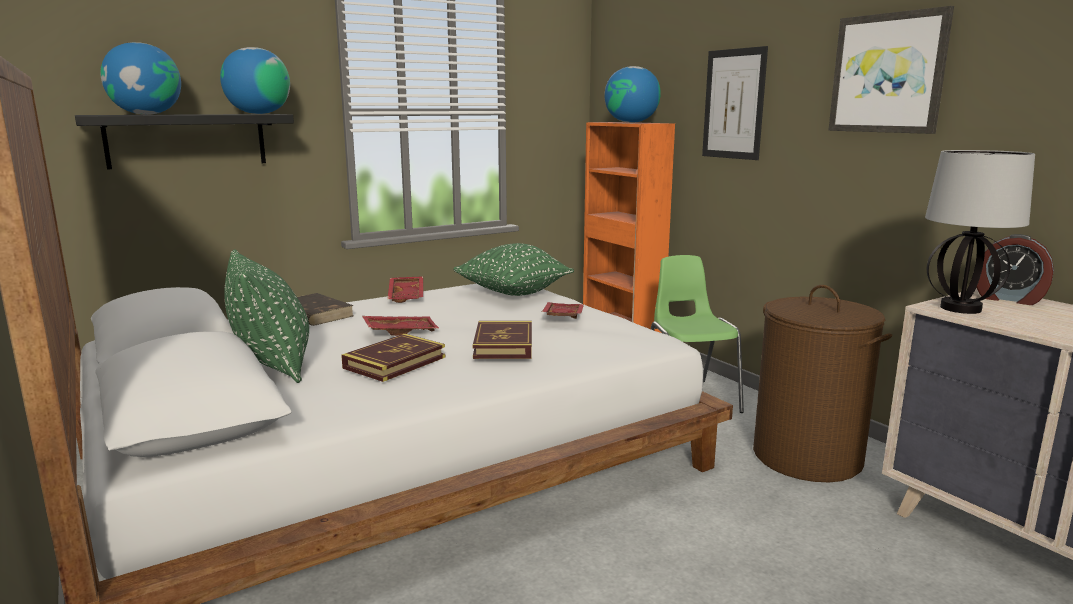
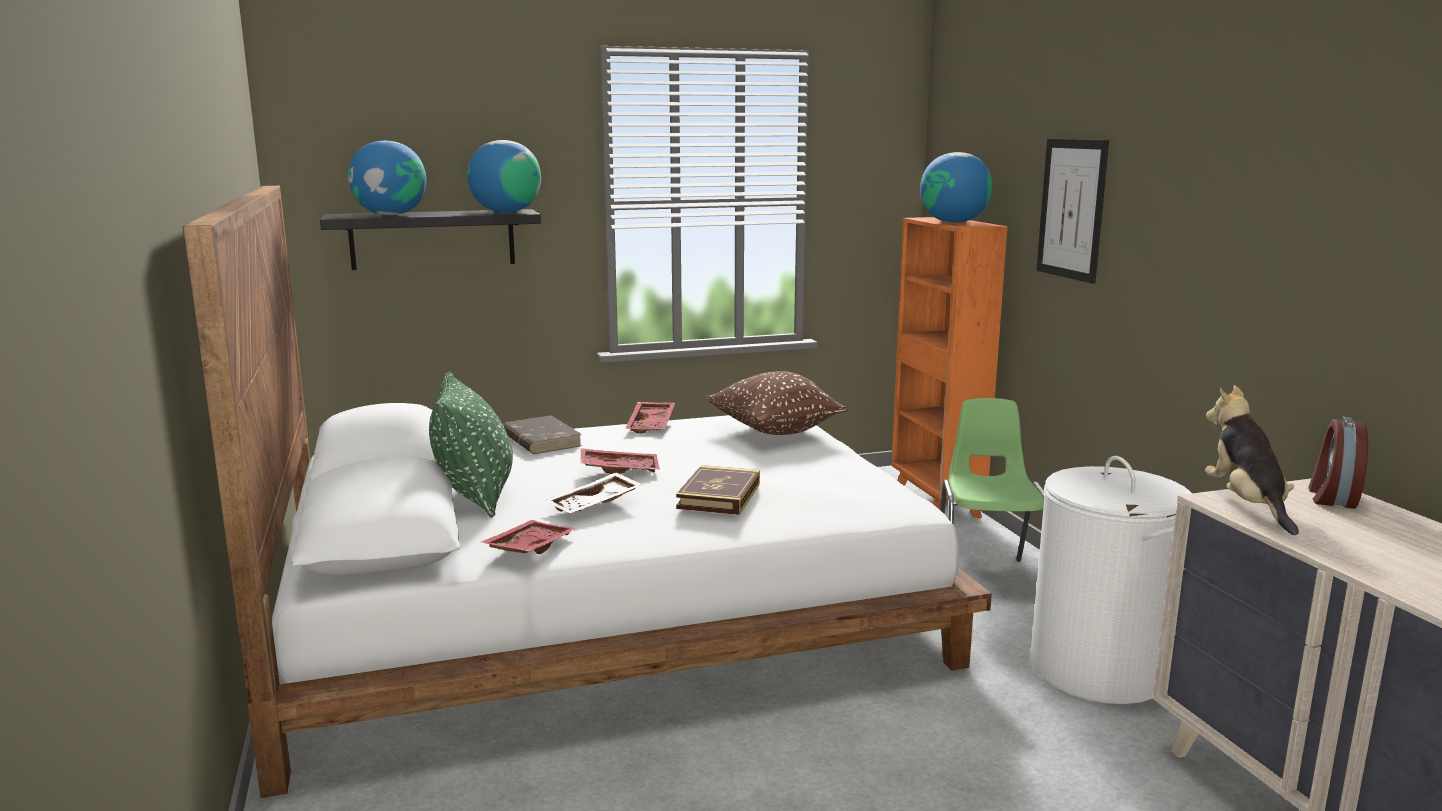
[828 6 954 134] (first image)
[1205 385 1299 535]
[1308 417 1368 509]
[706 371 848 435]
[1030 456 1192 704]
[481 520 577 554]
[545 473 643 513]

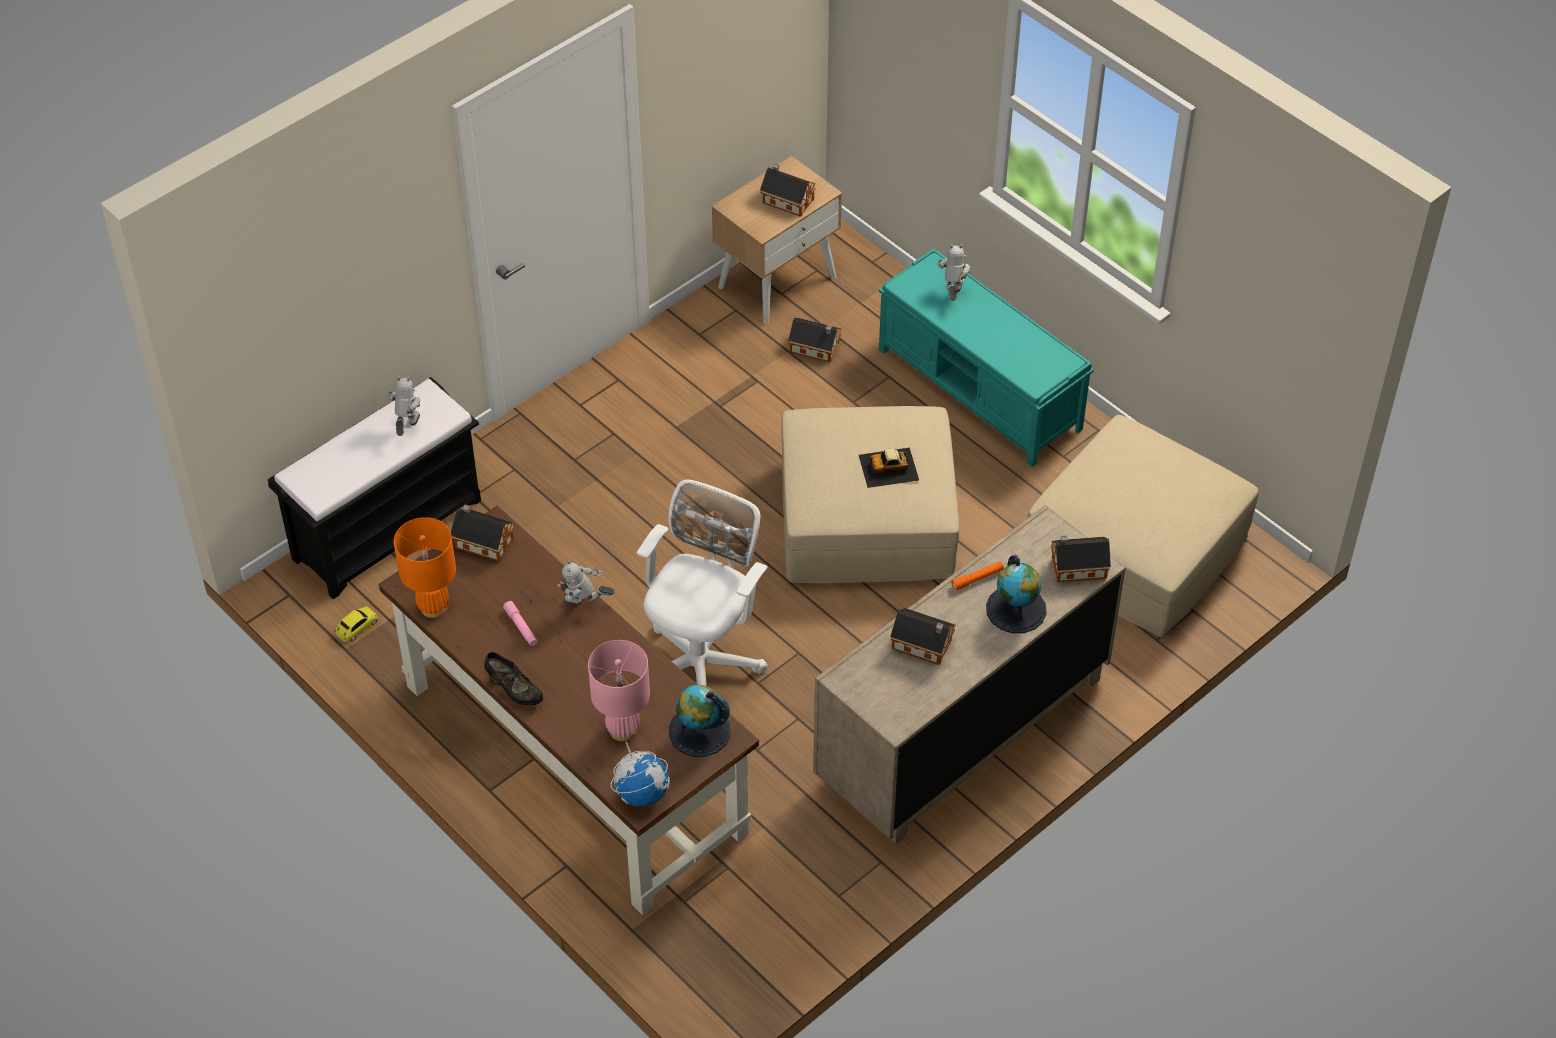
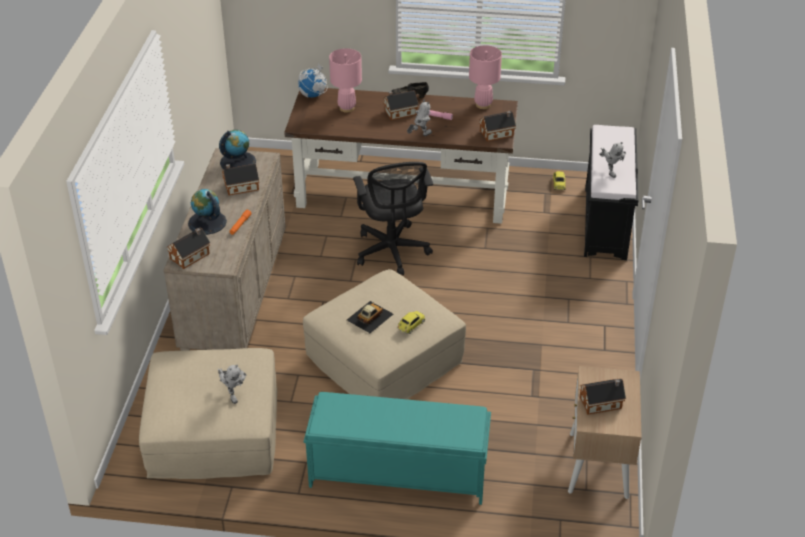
[218 365 247 404]
[383 90 419 120]
[353 162 433 275]
[469 45 502 109]
[219 130 256 169]
[397 311 425 334]

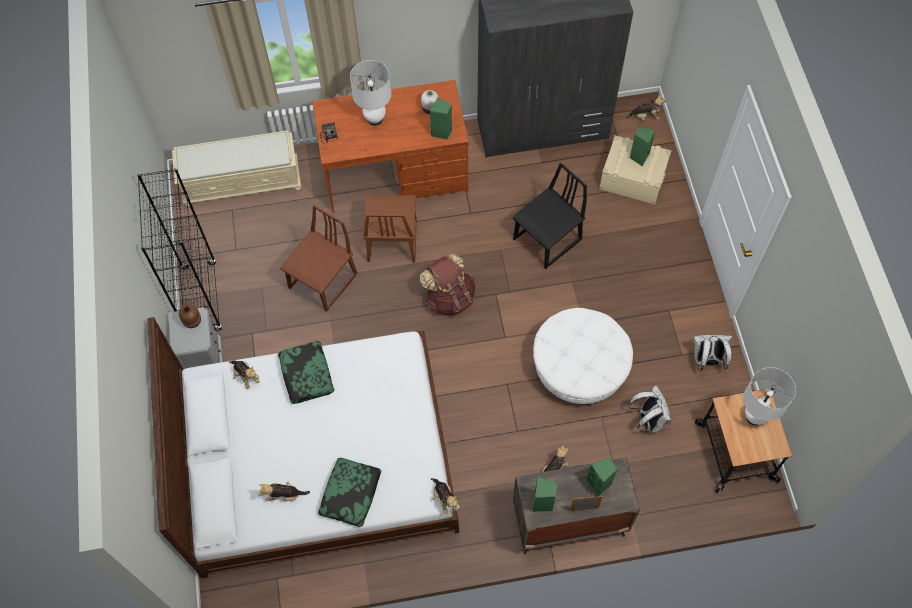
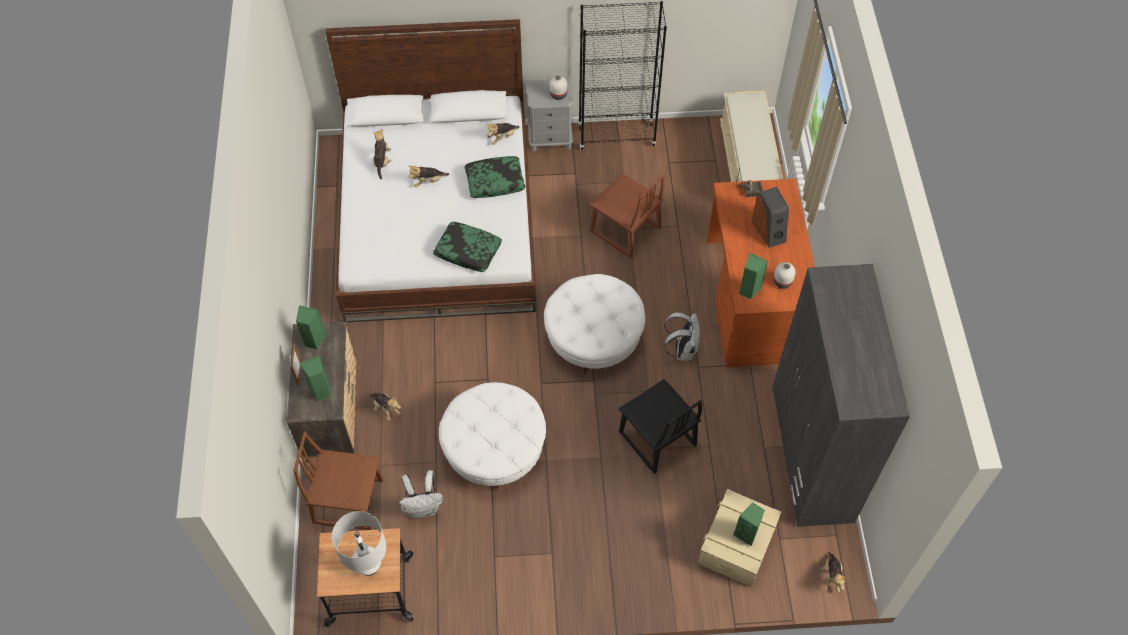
[751 187 789 248]
[293 432 383 530]
[544 274 645 374]
[550 75 567 100]
[663 312 700 361]
[433 222 502 272]
[408 166 449 187]

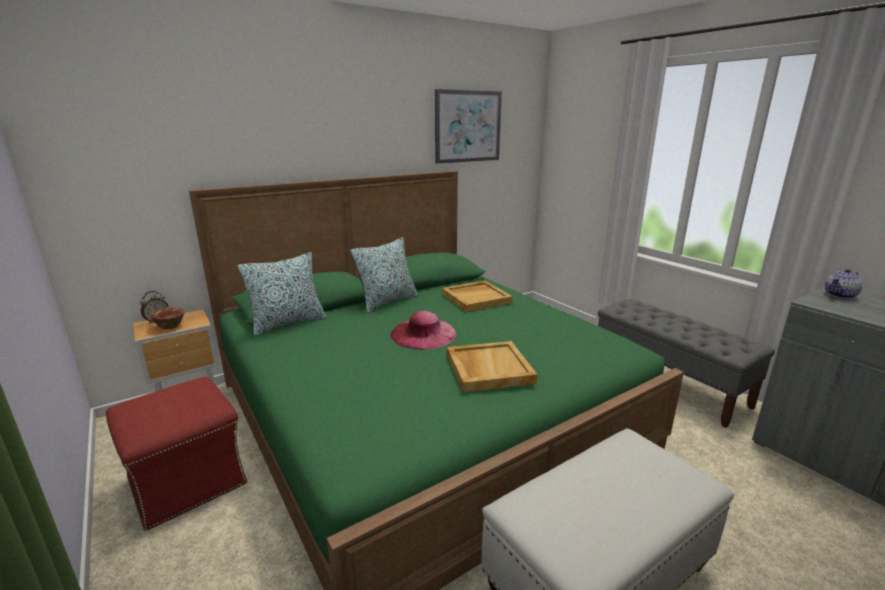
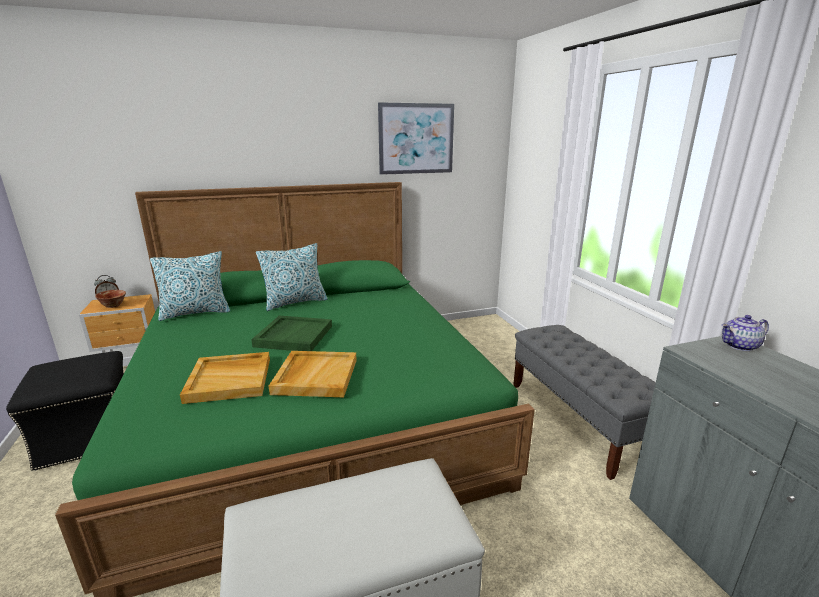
[180 352 270 404]
[251 316 332 351]
[6 351 124 471]

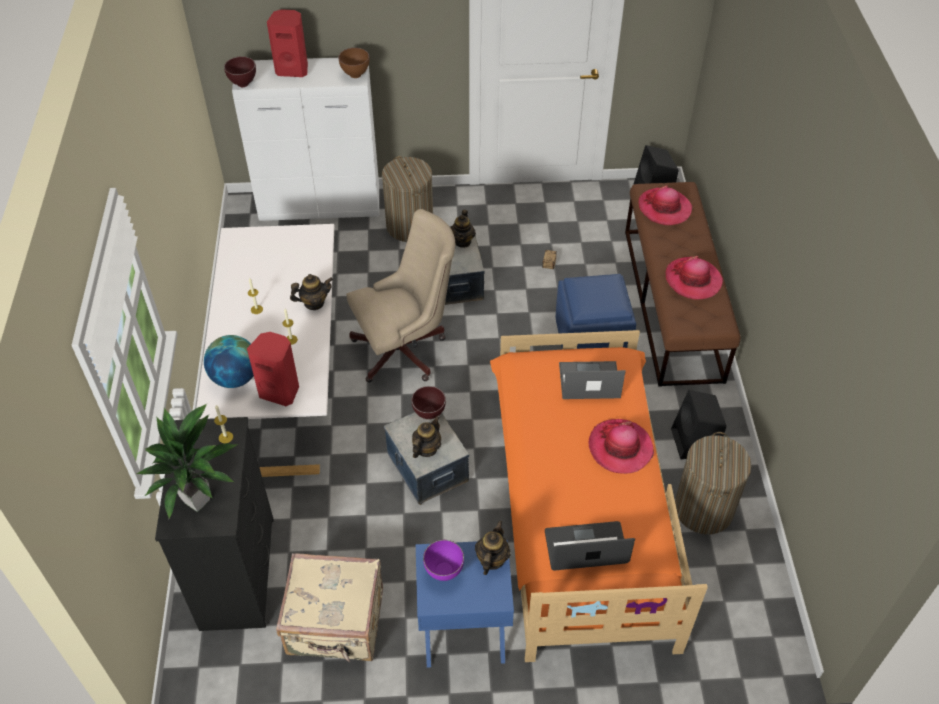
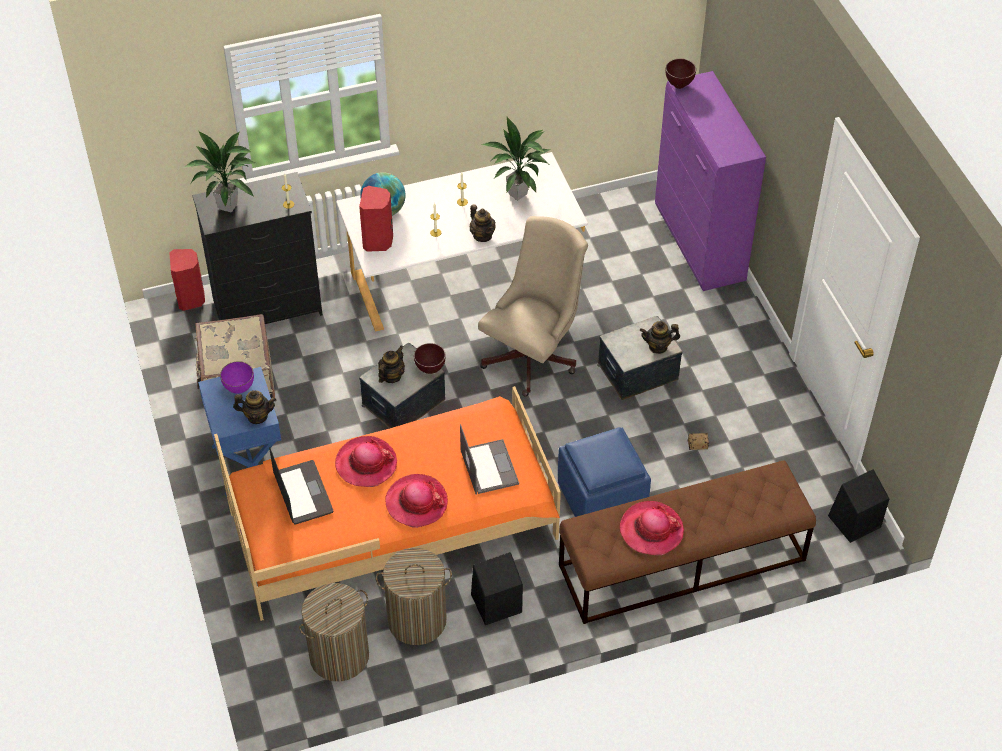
[169 249 205 311]
[338 48 370 78] (first image)
[655 71 766 291]
[299 583 369 681]
[335 436 397 487]
[478 216 588 397]
[378 346 405 383]
[481 117 551 200]

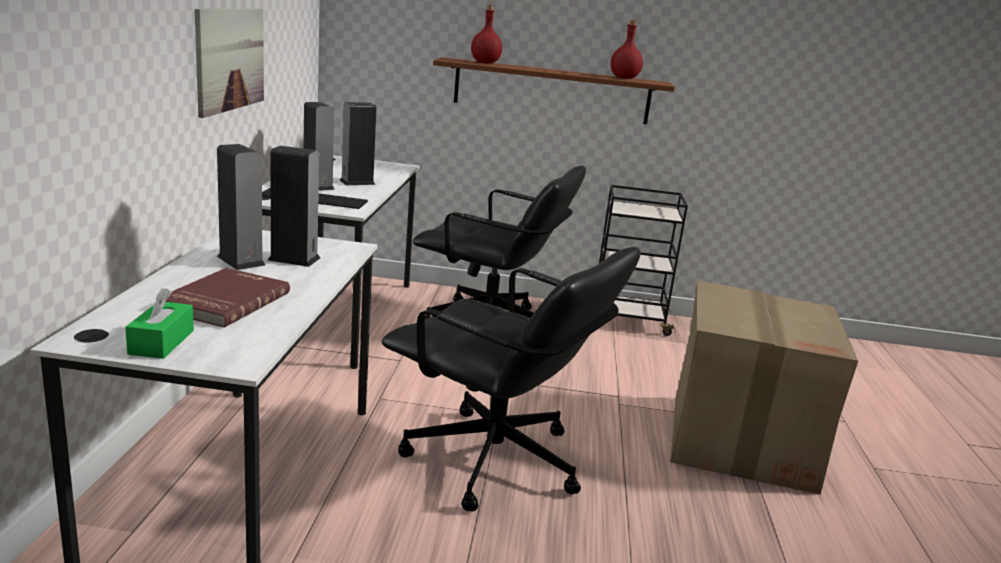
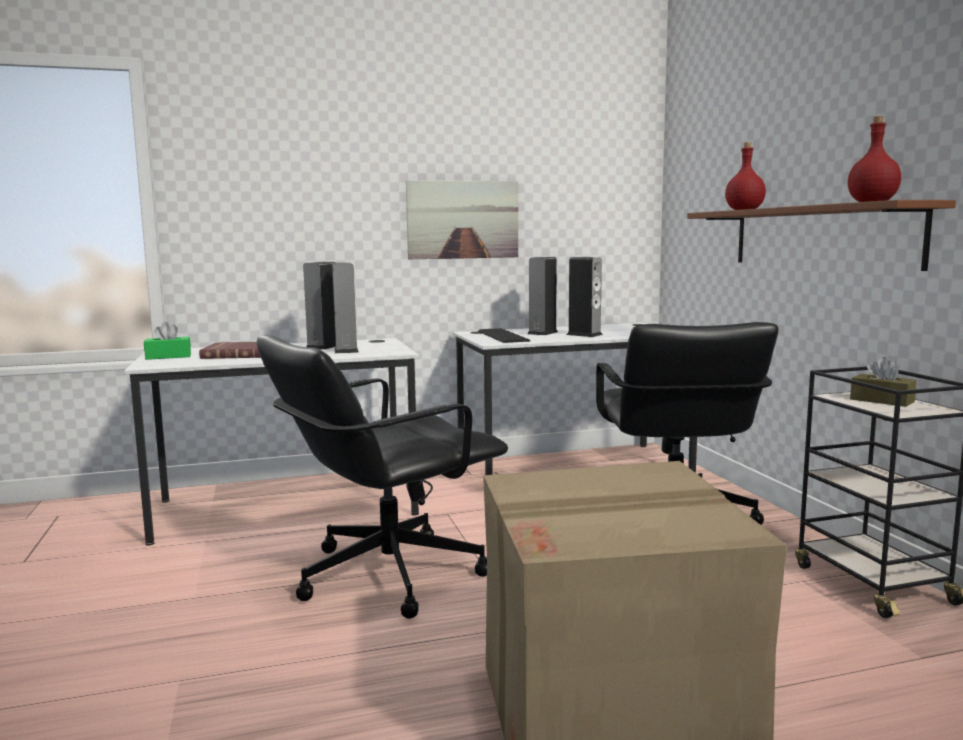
[257 335 508 619]
[850 357 917 407]

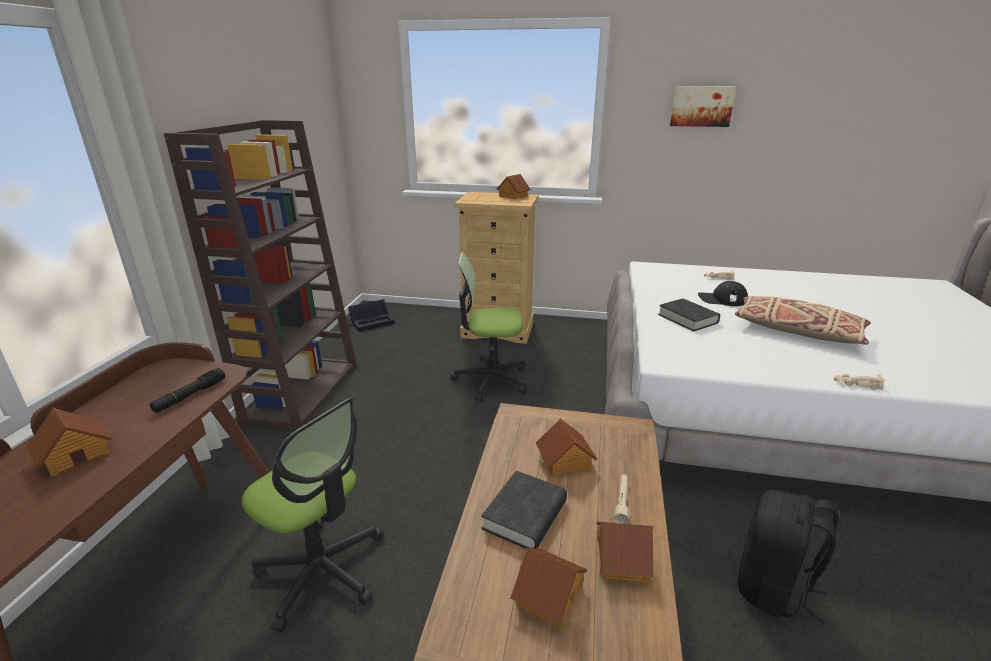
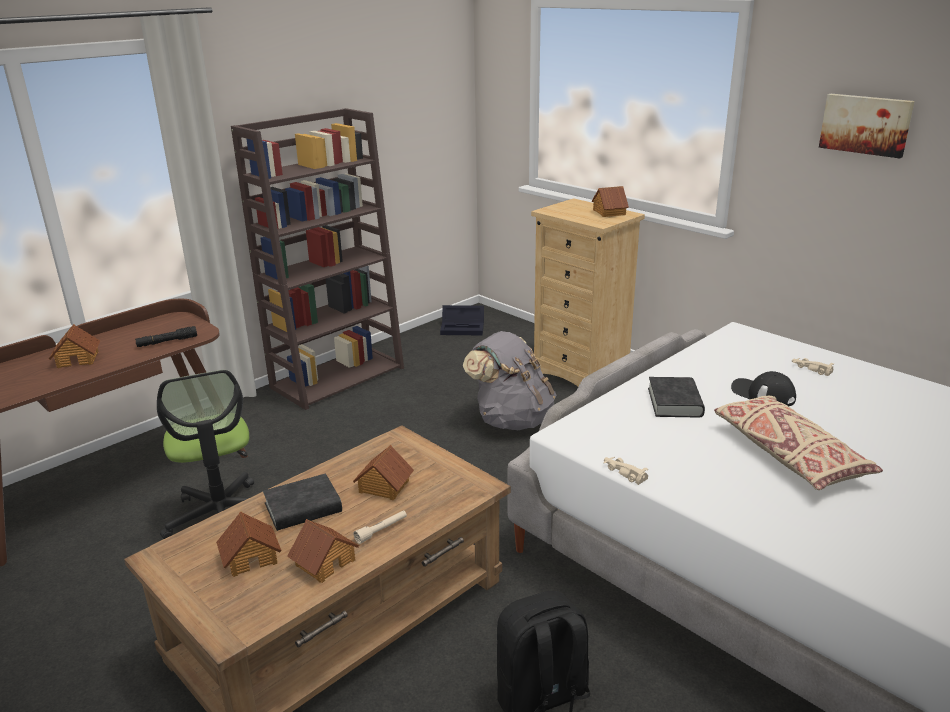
[463 331 556 430]
[603 457 648 485]

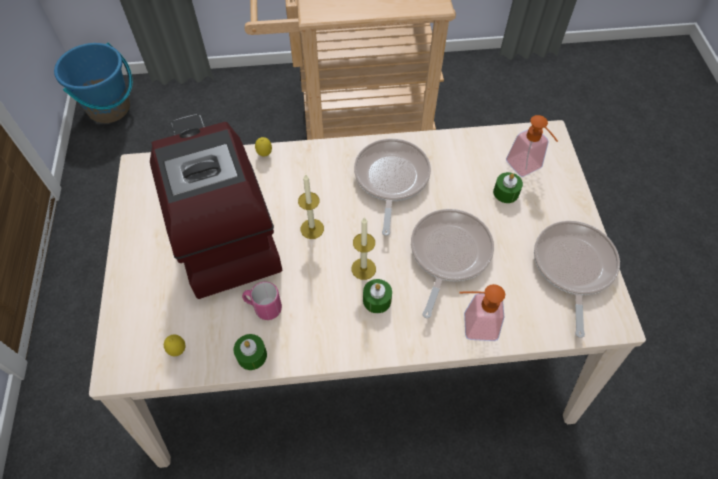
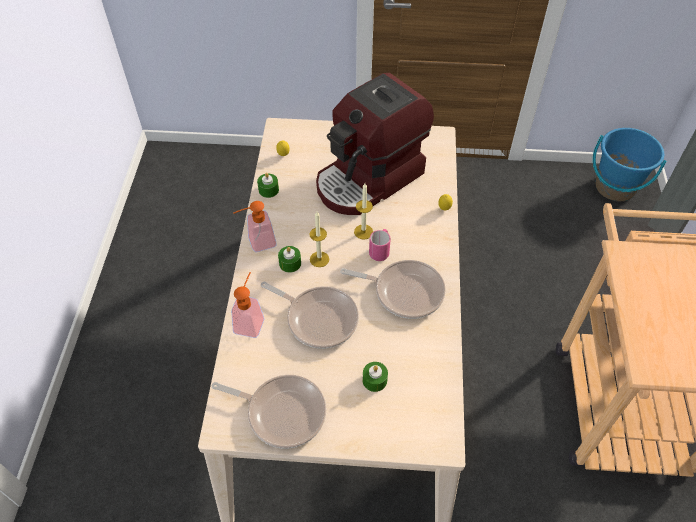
[316 73 434 215]
[233 201 277 252]
[369 229 391 261]

